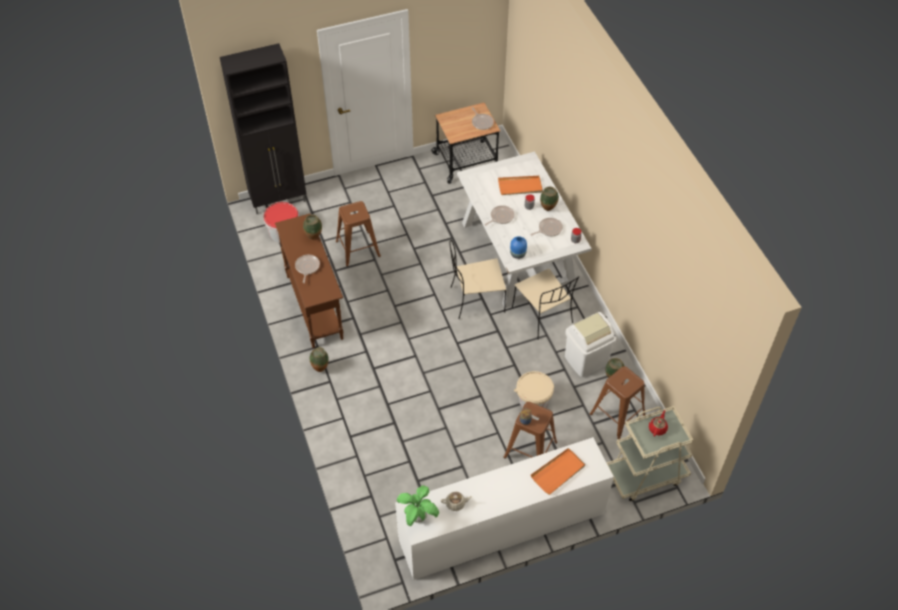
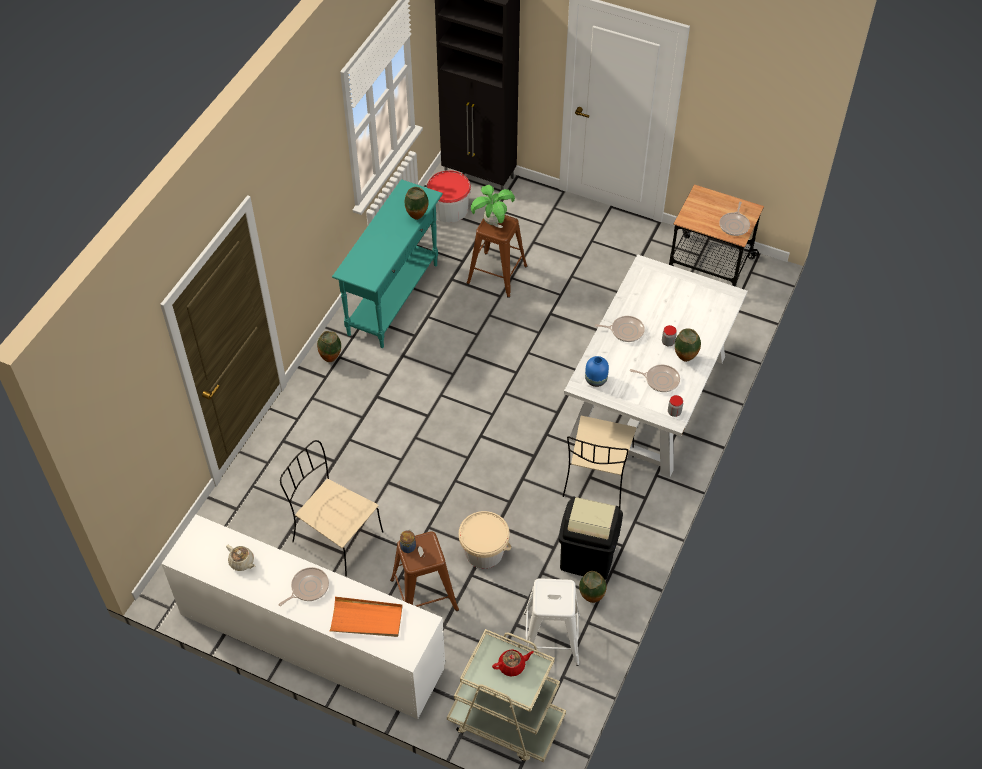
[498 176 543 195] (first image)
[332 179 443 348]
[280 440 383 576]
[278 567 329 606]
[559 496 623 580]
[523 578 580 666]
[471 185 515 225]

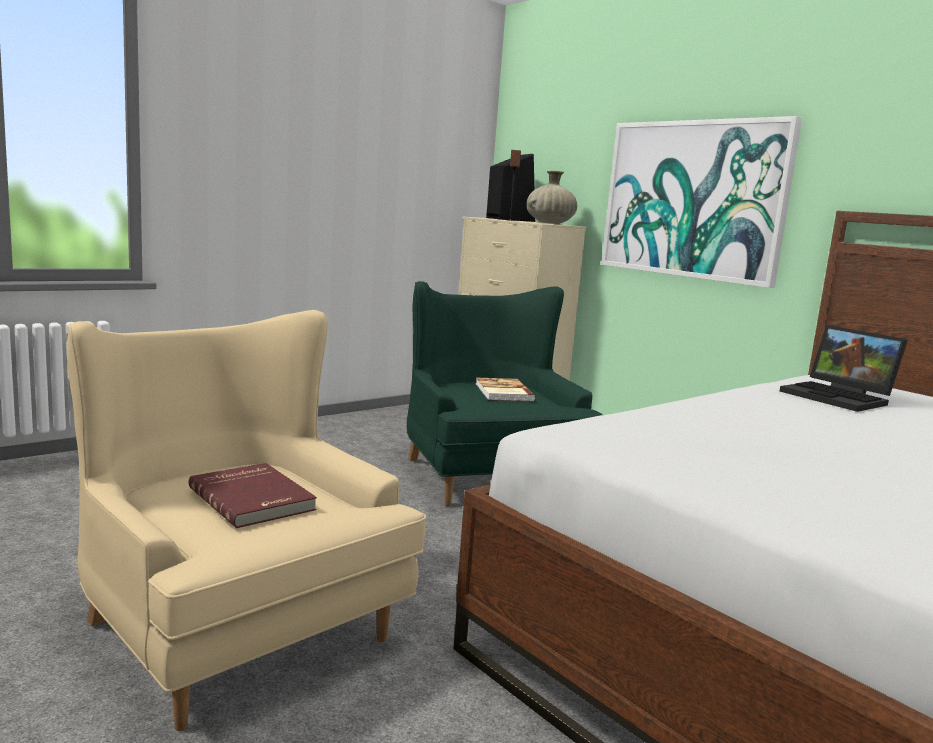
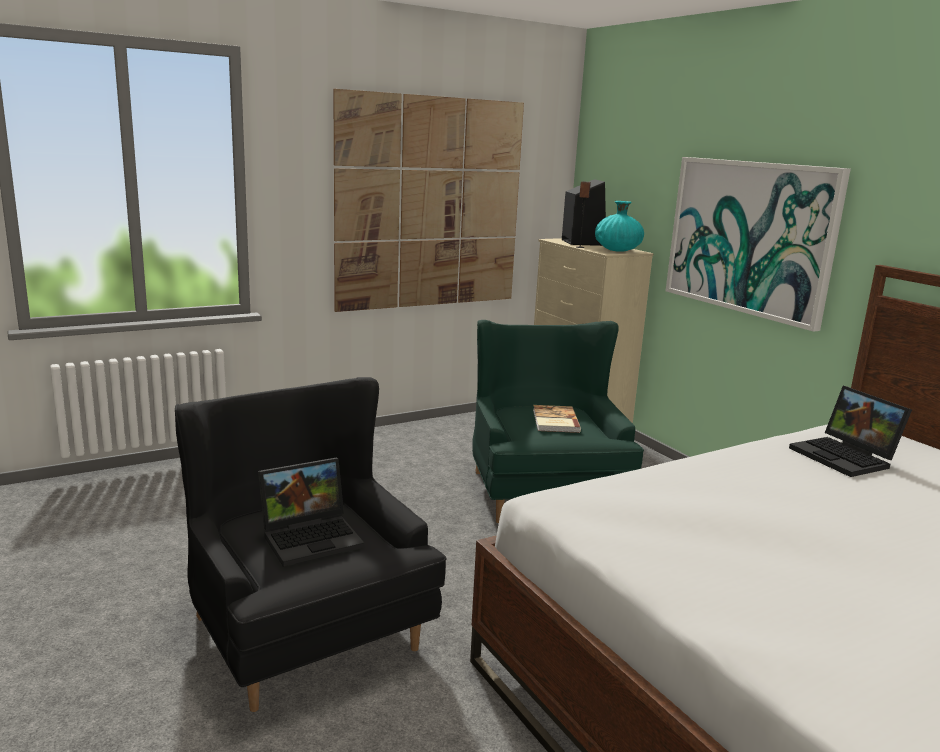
[595 201 644 252]
[175 377 446 712]
[258 458 365 567]
[333 89 524 312]

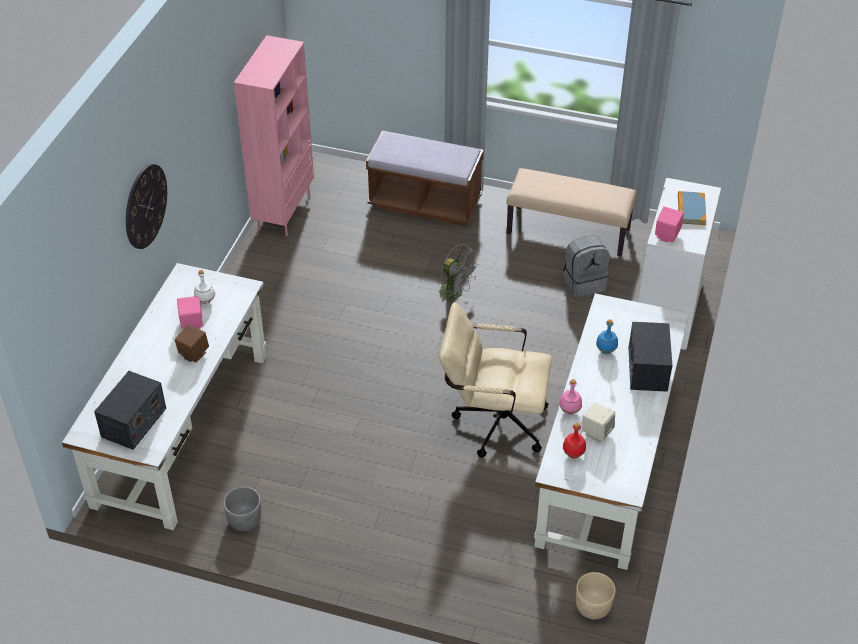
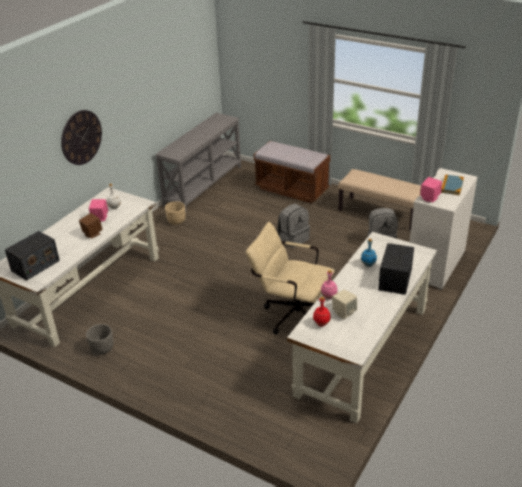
[155 113 241 213]
[277 204 310 248]
[165 201 186 225]

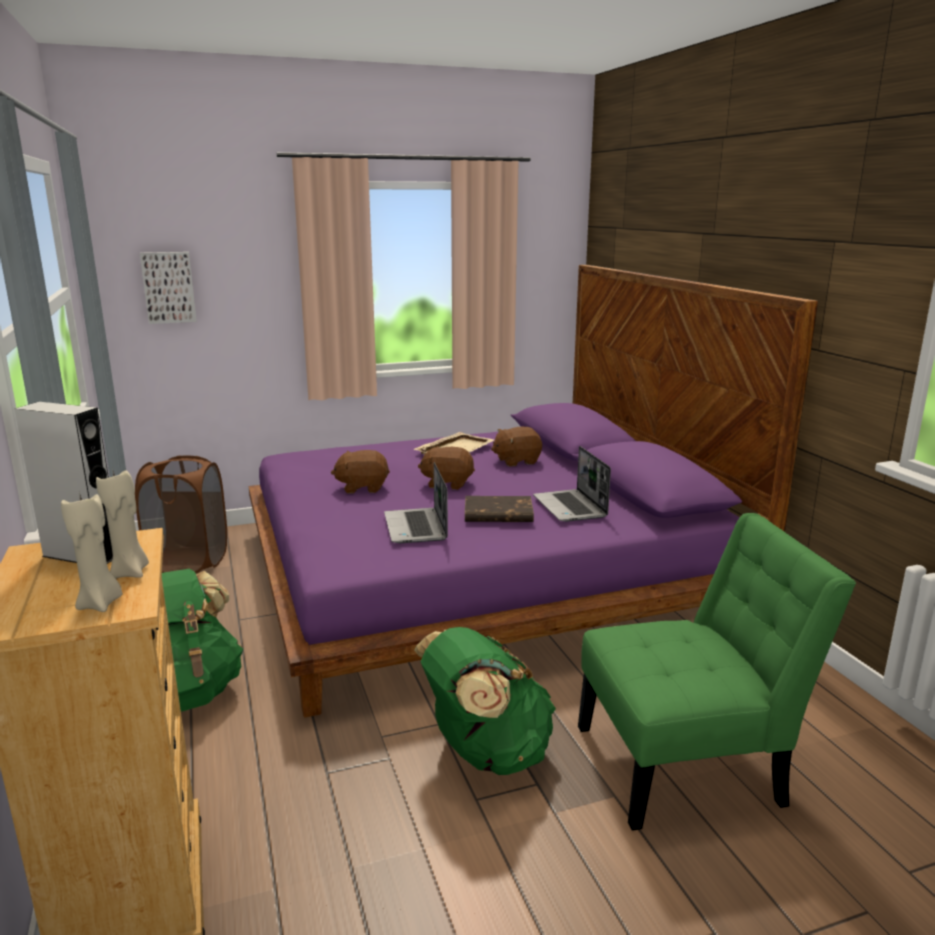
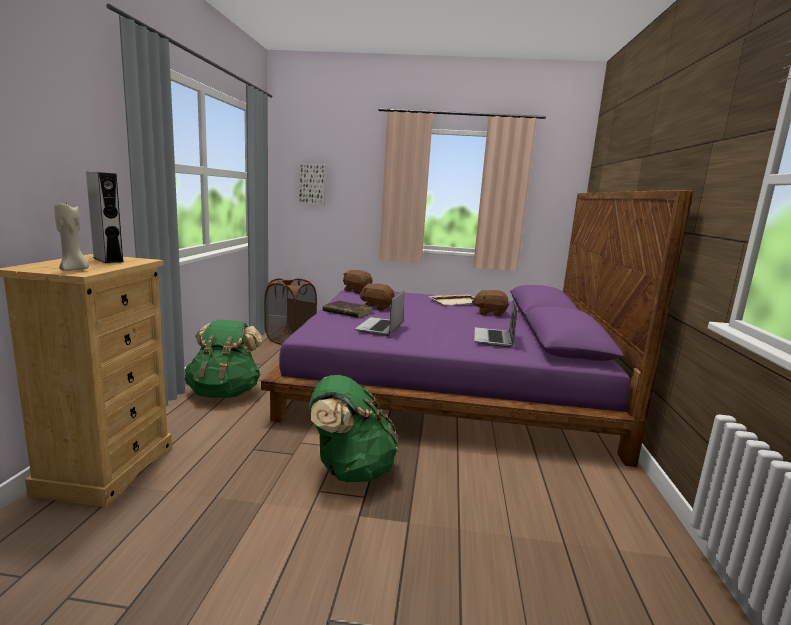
[343 270 372 293]
[96 470 149 579] (first image)
[323 300 372 318]
[578 513 856 831] (first image)

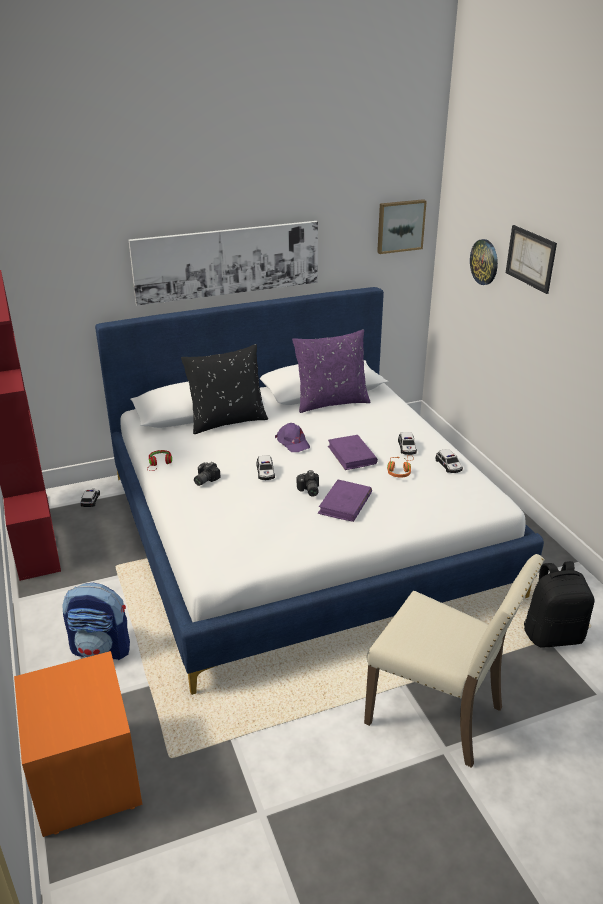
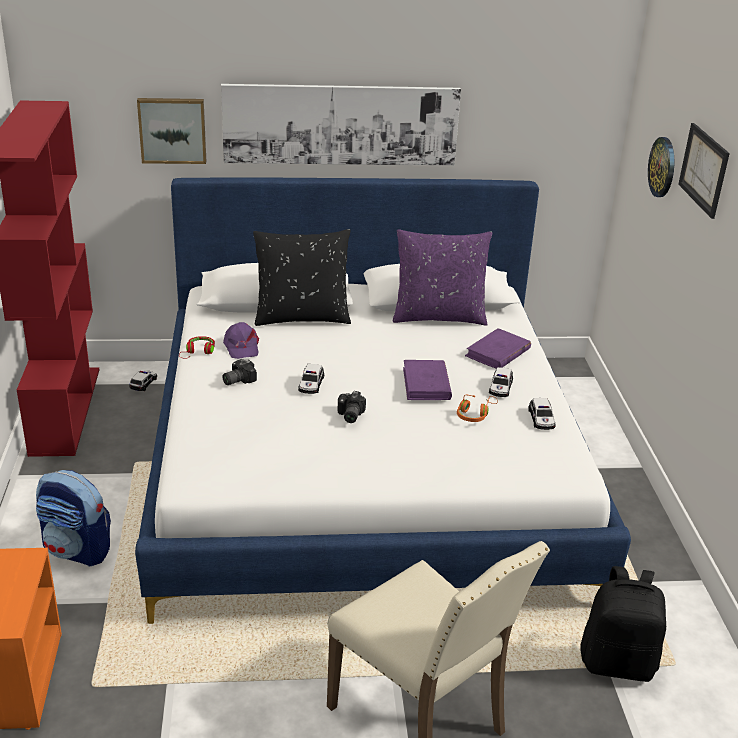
[137 98 206 164]
[223 322 259 359]
[465 328 531 369]

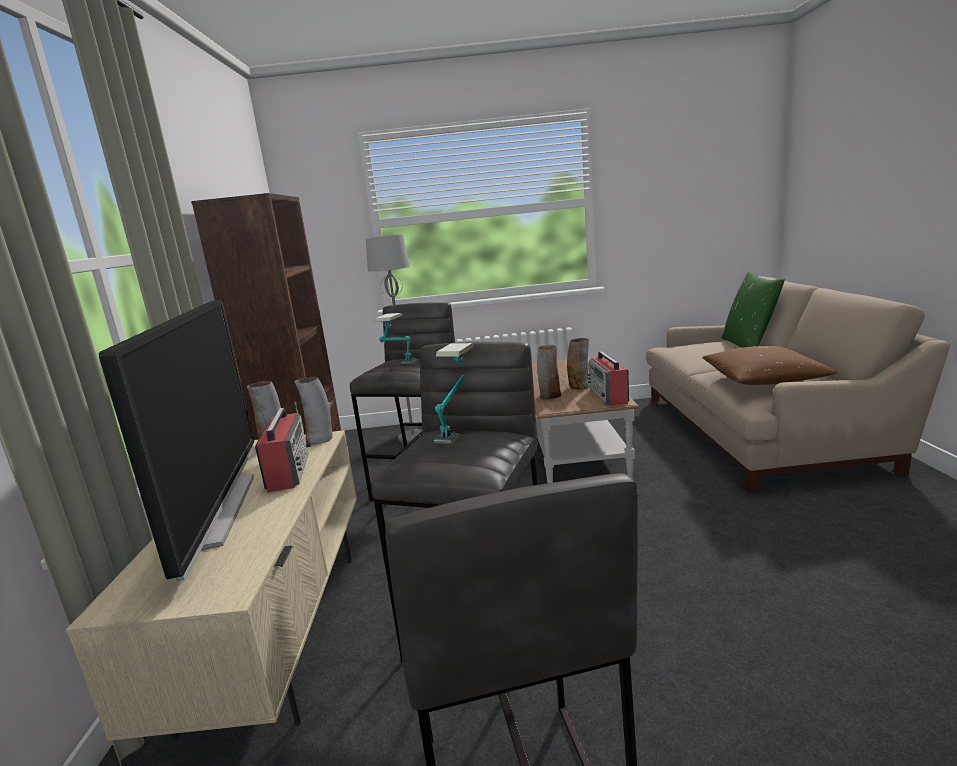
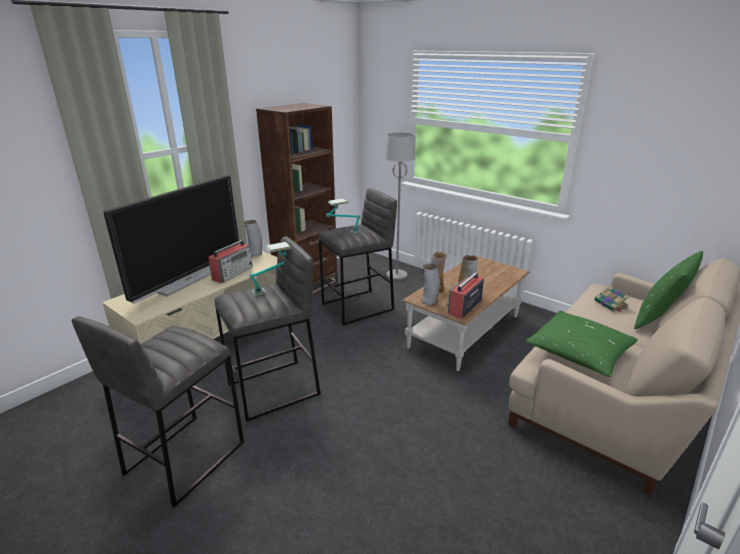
[525 311 638 377]
[422 264 440 305]
[594 286 630 312]

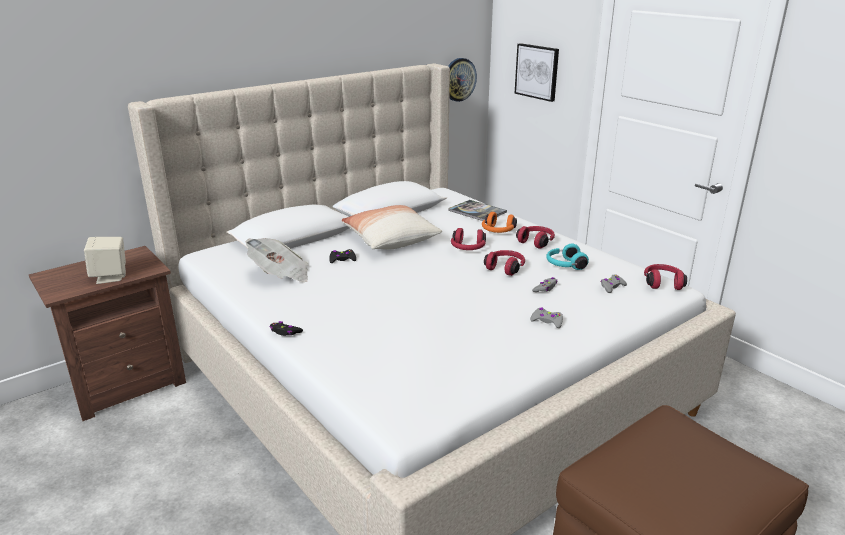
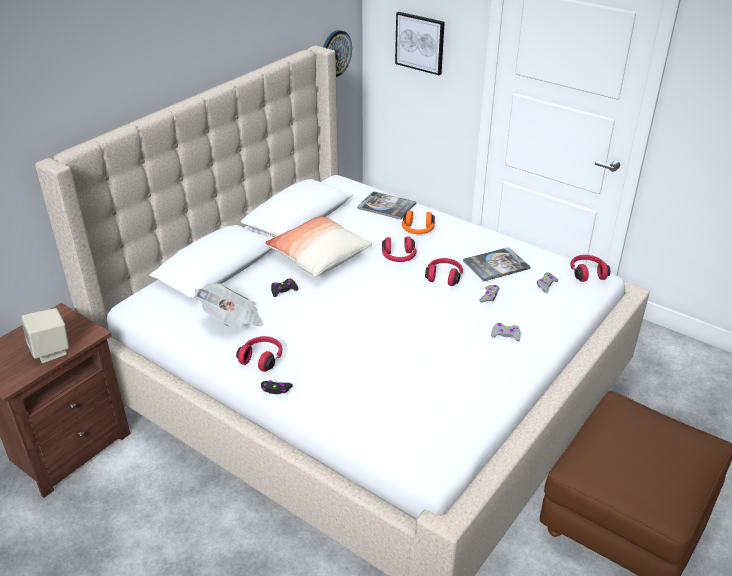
[236 336 283 372]
[463 247 530 282]

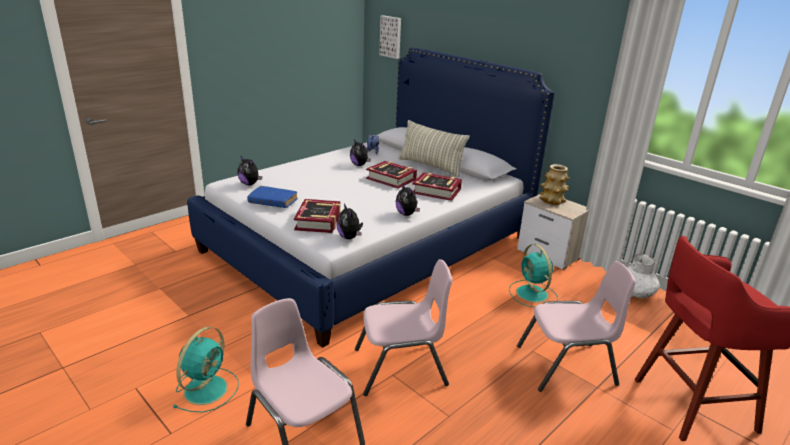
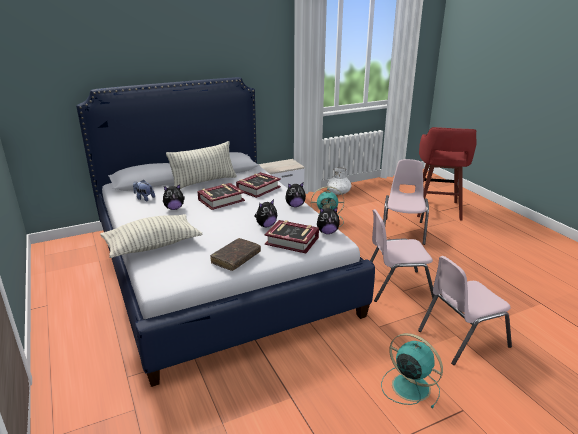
[379 16 401 59] (first image)
[254 199 277 227]
[539 164 570 205] (first image)
[210 238 261 271]
[370 209 434 302]
[100 214 202 258]

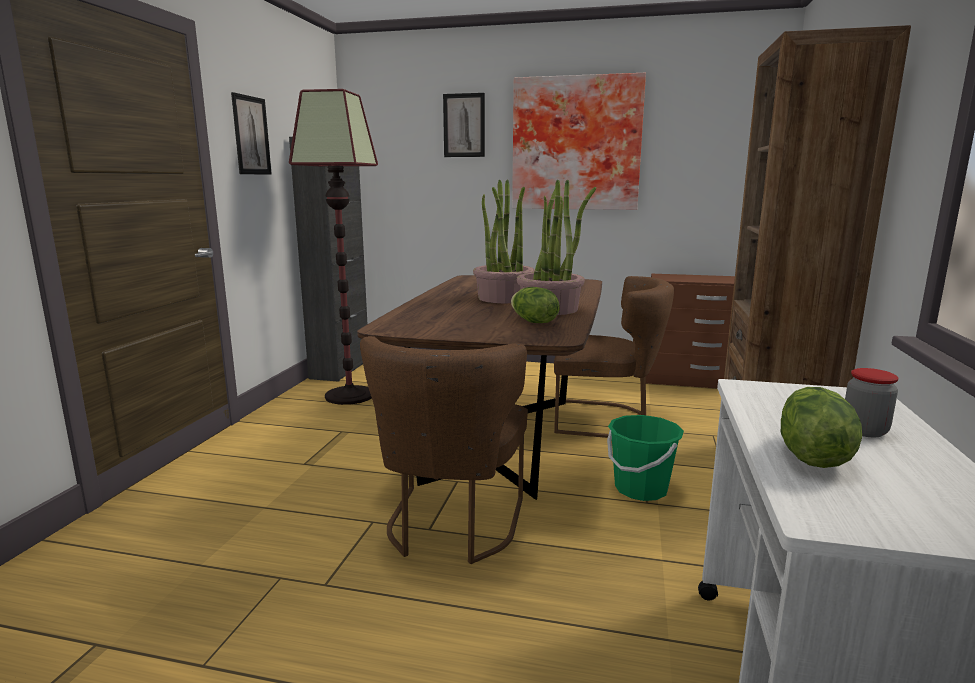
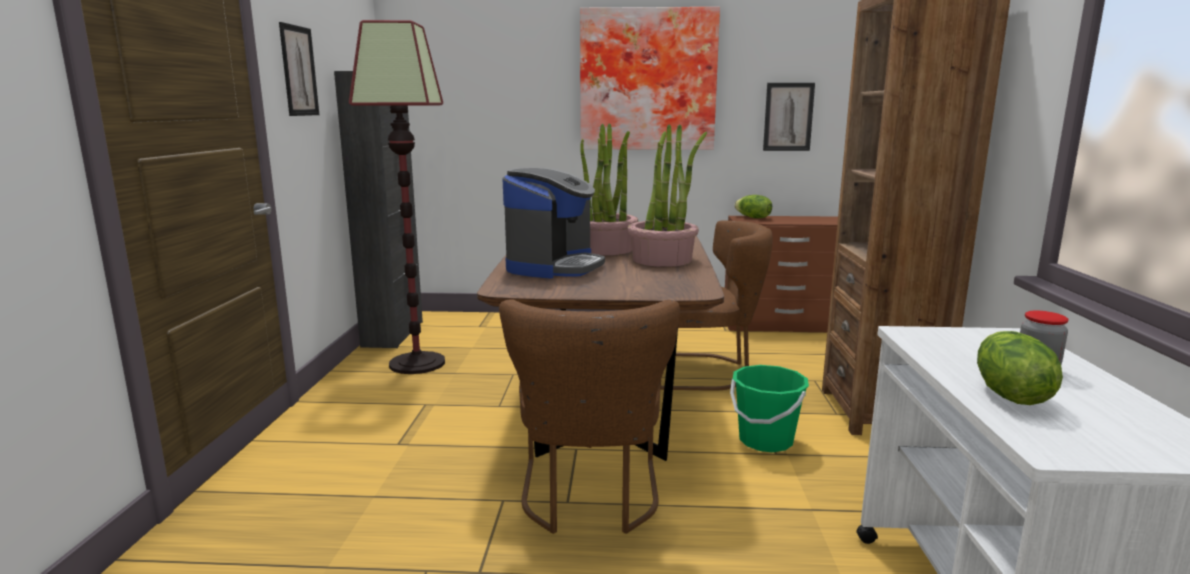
[763 83 815 151]
[734 195 772 218]
[503 168 605 279]

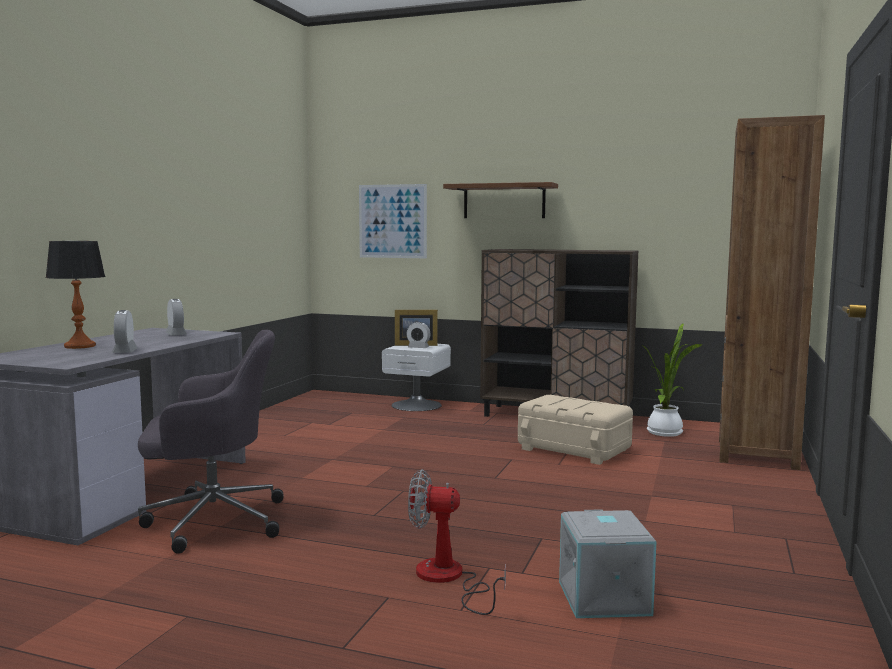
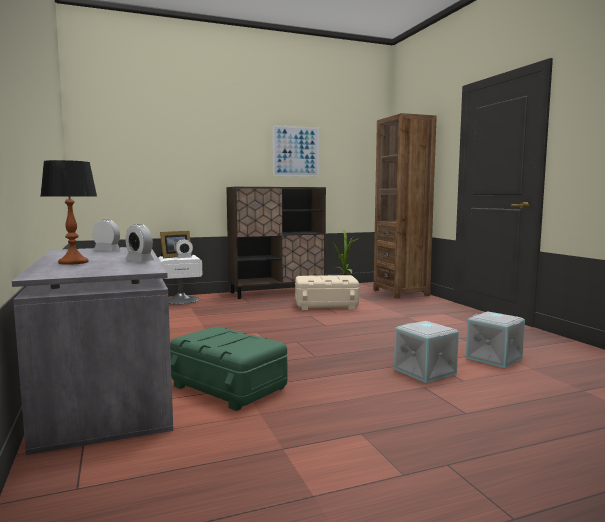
[443 182 558 218] (first image)
[272 125 319 177]
[170 327 287 411]
[394 321 459 383]

